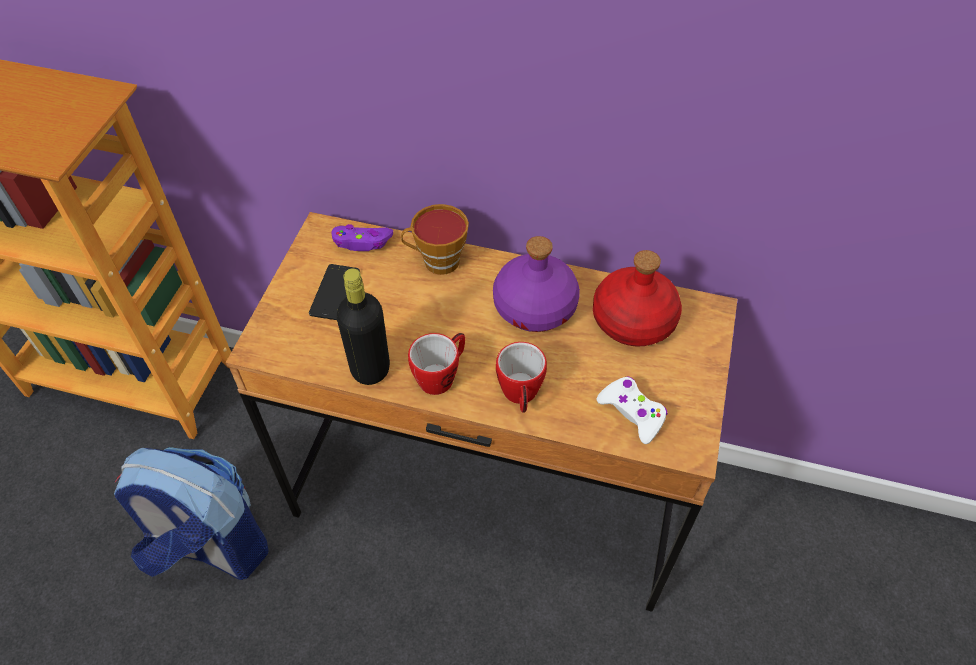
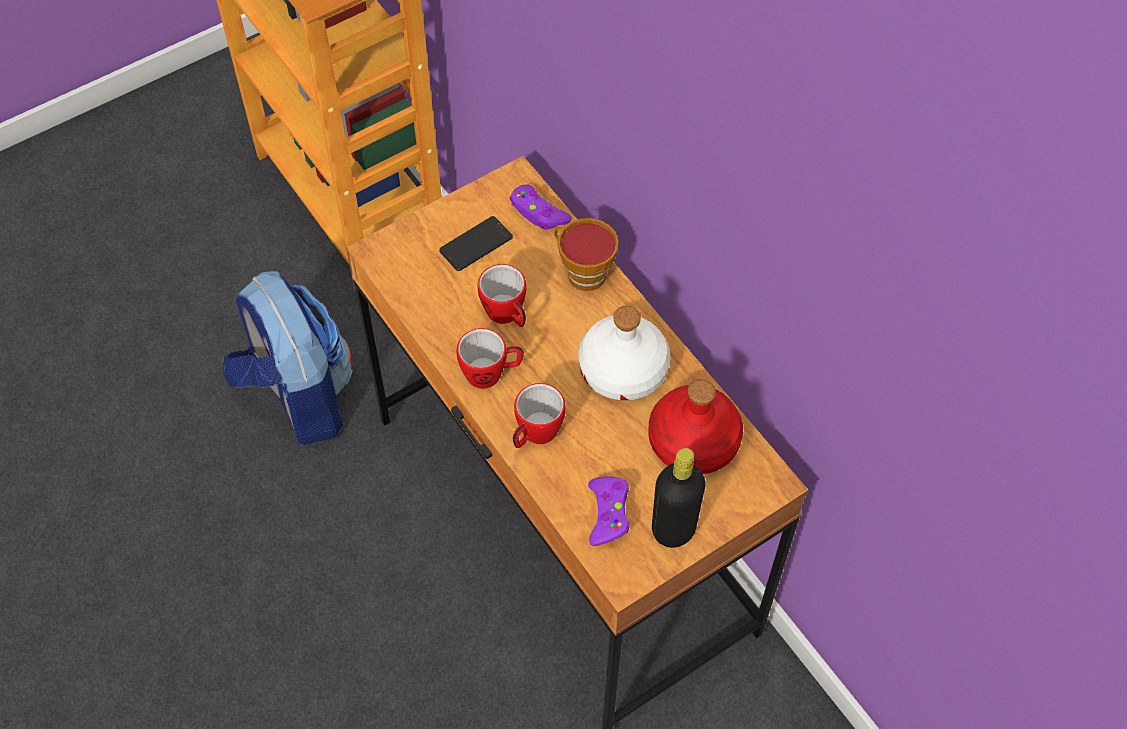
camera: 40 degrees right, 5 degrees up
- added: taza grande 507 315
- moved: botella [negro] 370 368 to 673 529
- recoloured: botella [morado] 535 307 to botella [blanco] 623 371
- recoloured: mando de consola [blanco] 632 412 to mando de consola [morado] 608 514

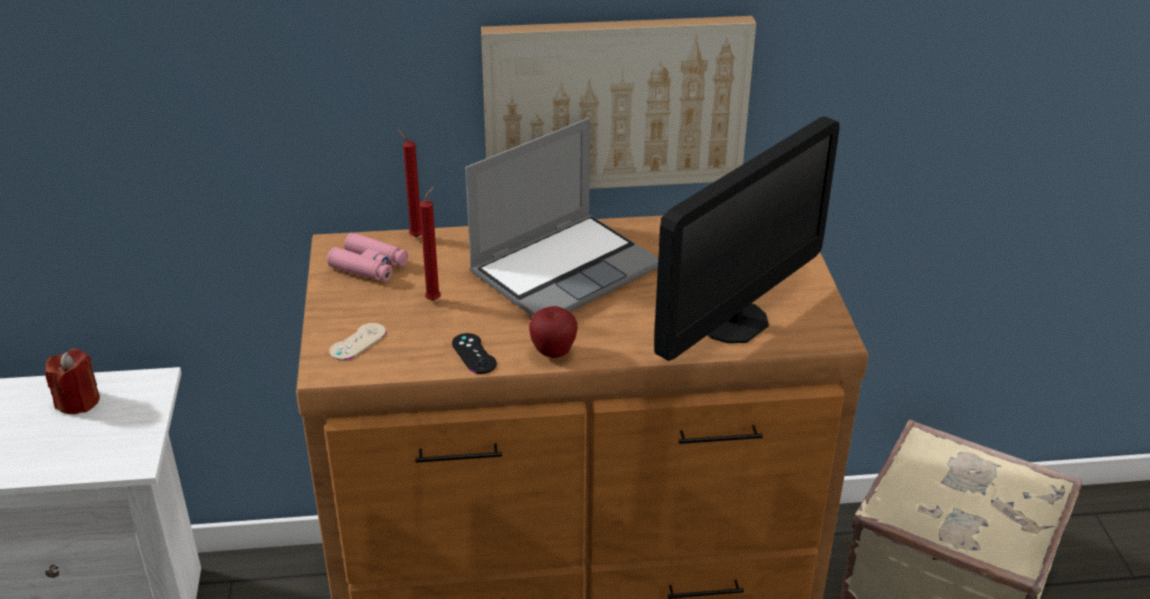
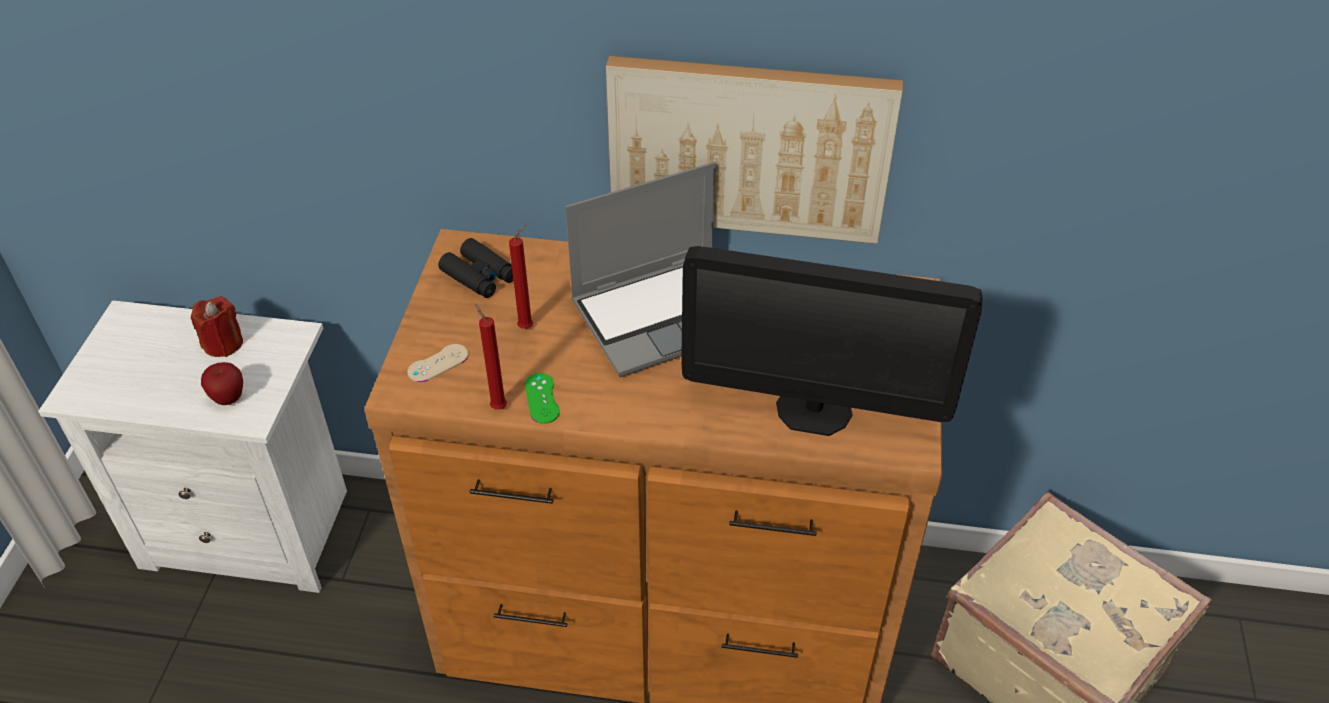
camera: 15 degrees right, 10 degrees up
- moved: vela [rojo] 414 236 to 497 406
- moved: manzana 553 353 to 229 398
- recoloured: prismáticos [rosa] 369 266 to prismáticos [negro] 479 276
- recoloured: mando de consola [negro] 474 354 to mando de consola [verde] 542 398
- turned: monitor 733 322 = 814 409 45 degrees clockwise

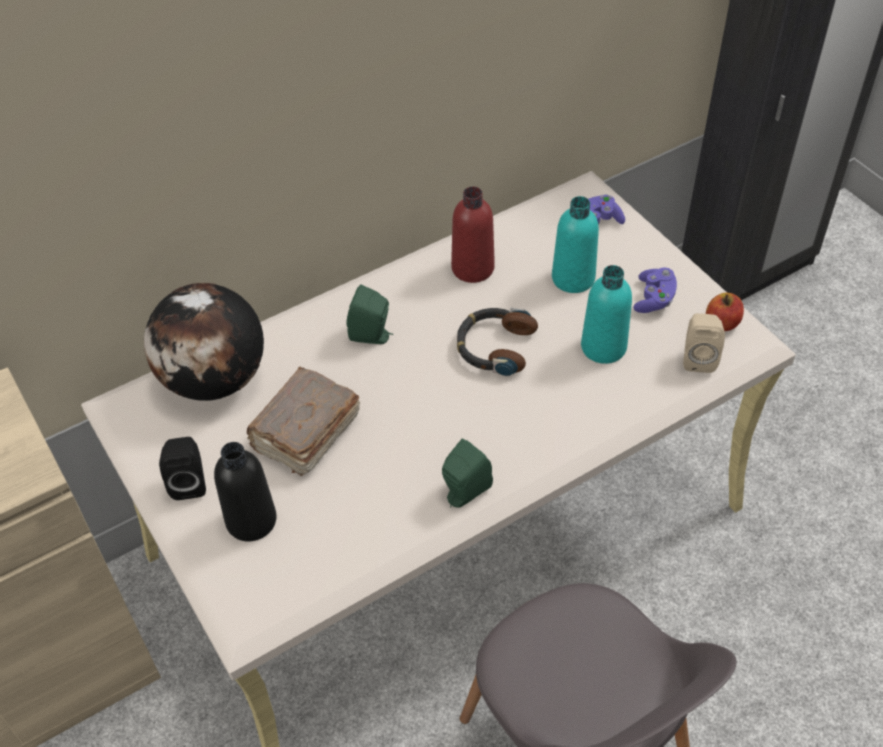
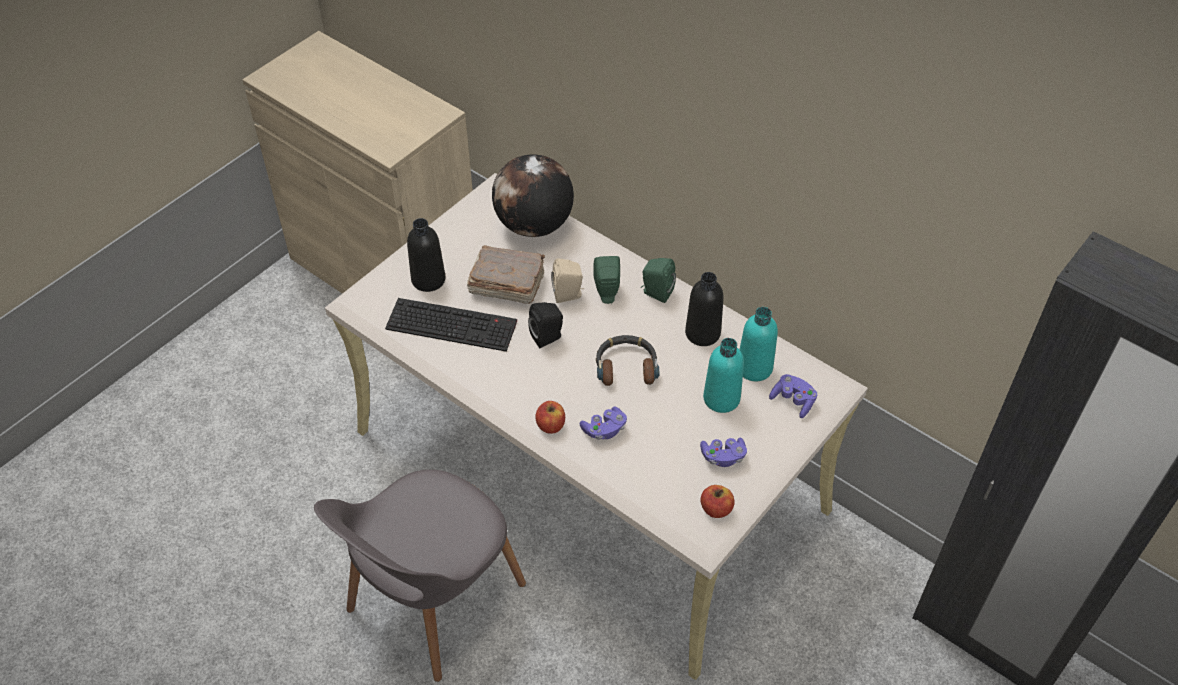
camera: 70 degrees right, 0 degrees up
- added: teclado 453 324
- added: manzana 550 425
- added: mando de consola [morado] 604 430
- moved: altavoz [negro] 189 482 to 548 337
- moved: altavoz [verde] 464 493 to 656 292
- moved: botella [turquesa] 603 347 to 754 368
- moved: altavoz [beis] 698 358 to 569 295
- recoloured: botella [rojo] 472 268 to botella [negro] 702 333

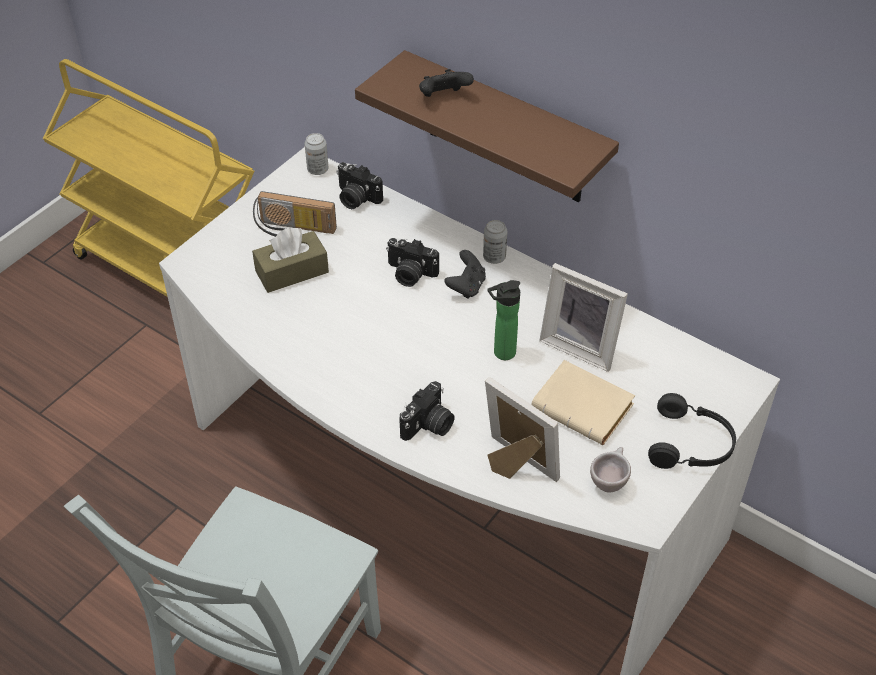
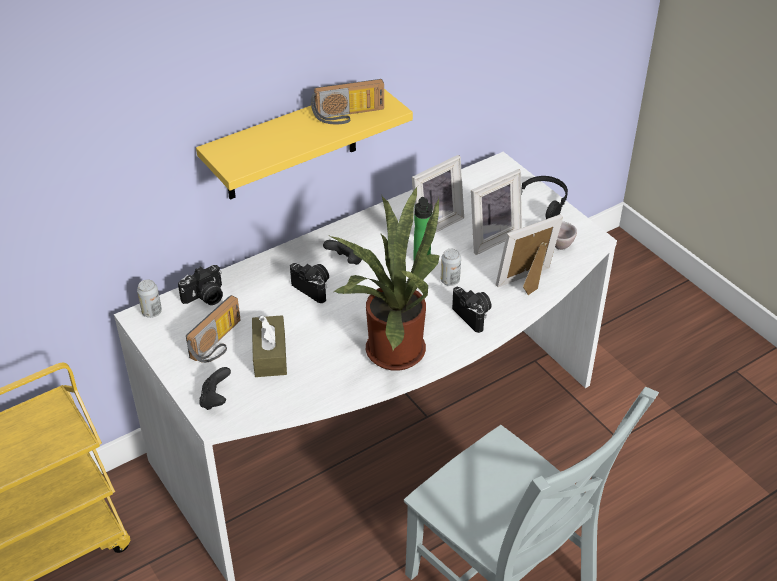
camera: 70 degrees left, 5 degrees down
- added: radio 348 116
- added: planta en maceta 389 349
- moved: mando de consola [negro] 443 97 to 216 399
- moved: lata 494 257 to 450 281
- replaced: libro [beis] 585 408 to portarretratos 491 237
- recoloured: estante [marrón] 505 130 to estante [amarillo] 291 143
- turned: cámara 410 274 = 314 288 90 degrees counterclockwise

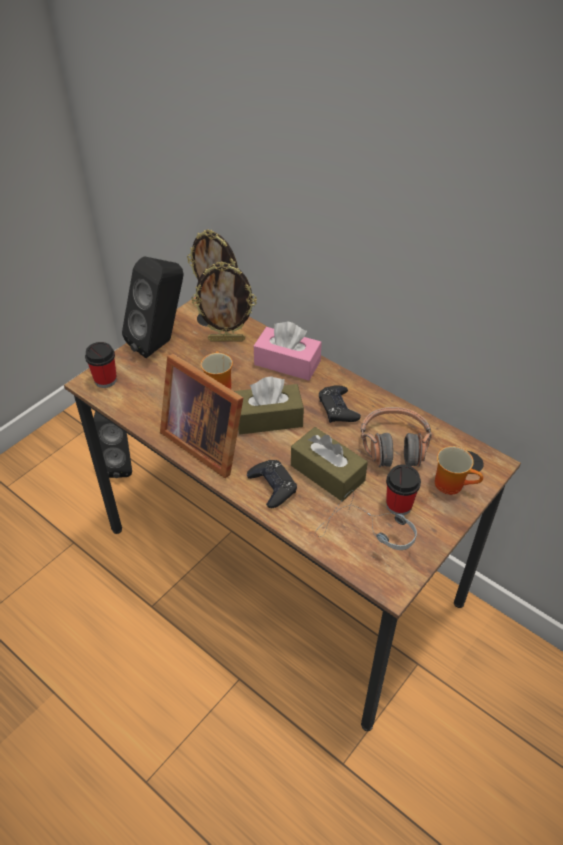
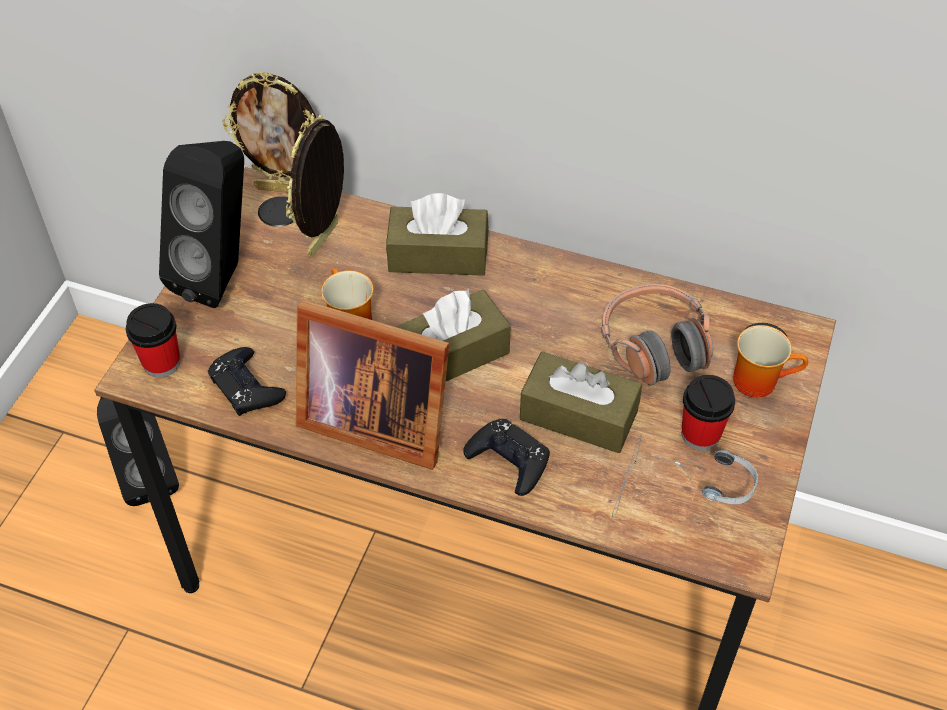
camera: 20 degrees left, 5 degrees up
- moved: mando de consola [negro] 338 408 to 246 387
- recoloured: caja de pañuelos [rosa] 287 363 to caja de pañuelos [marrón] 438 255
- turned: portarretratos 227 339 = 325 240 135 degrees clockwise

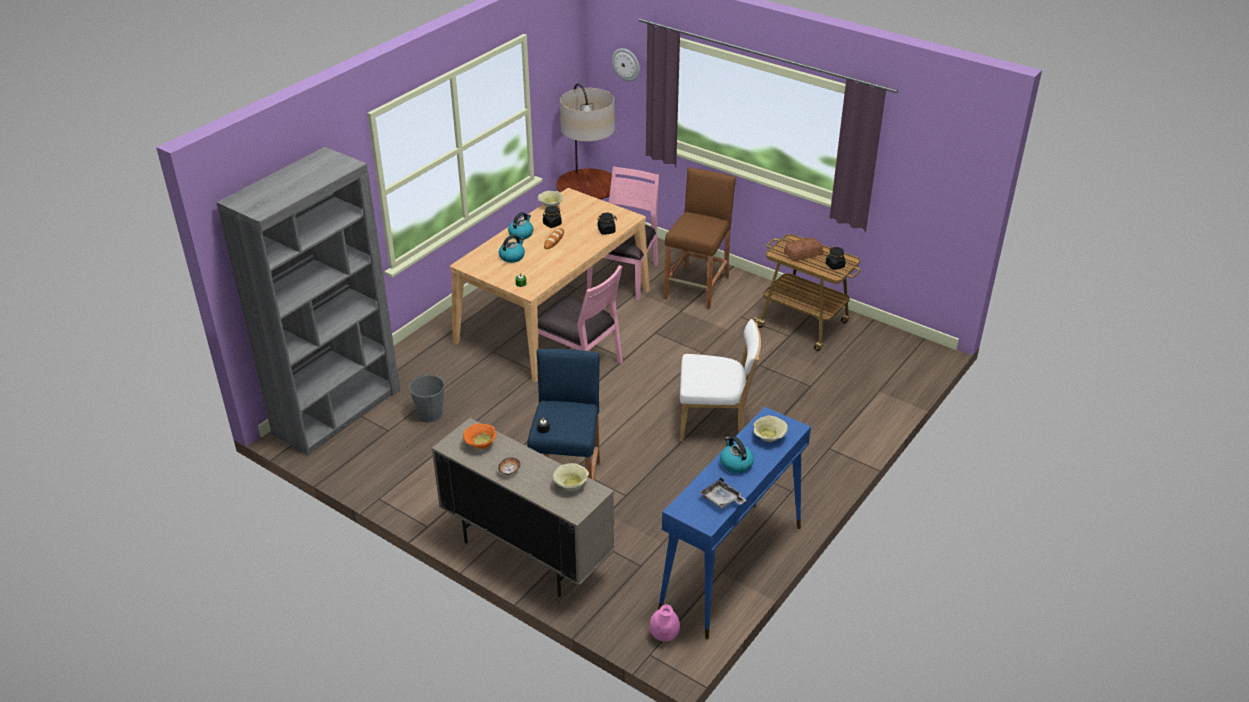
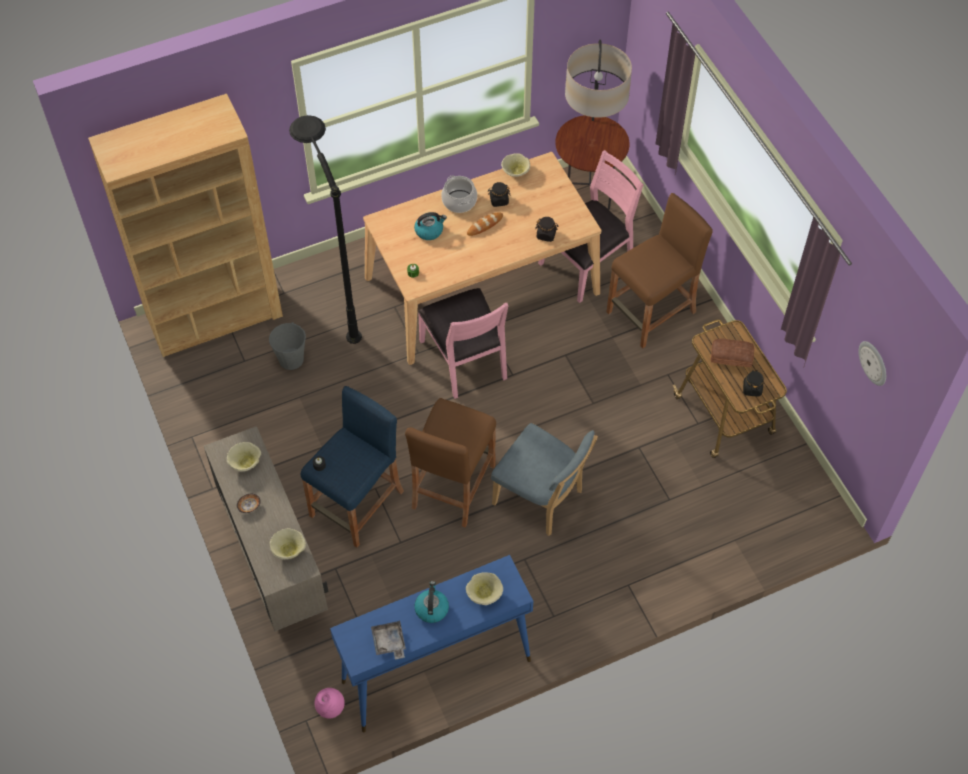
camera: 30 degrees right, 20 degrees up
- added: lámpara de pie [negro] 336 300
- added: taburete [marrón] 452 486
- moved: reloj de pared 626 64 to 873 362
- replaced: hervidor 521 234 to olla 459 201
- recoloured: estantería [gris] 337 411 to estantería [marrón] 215 316
- recoloured: cuenco [naranja] 480 444 to cuenco [beis] 245 462
- recoloured: silla [blanco] 715 423 to silla [azul] 541 499

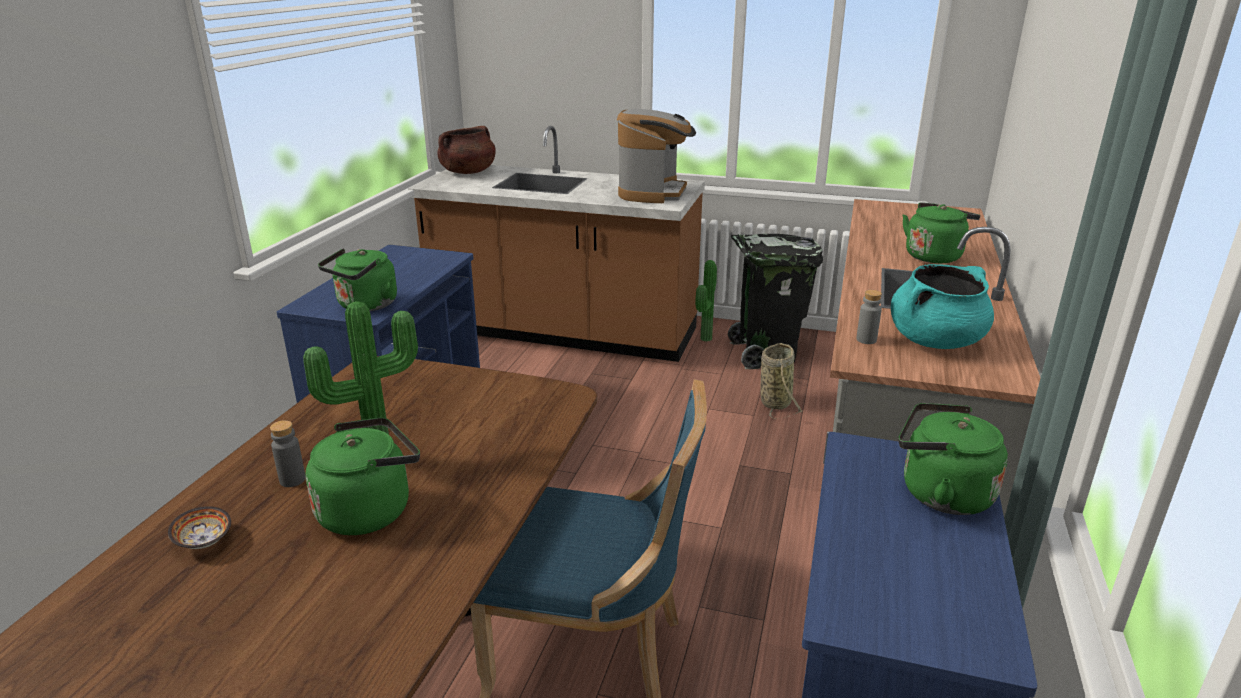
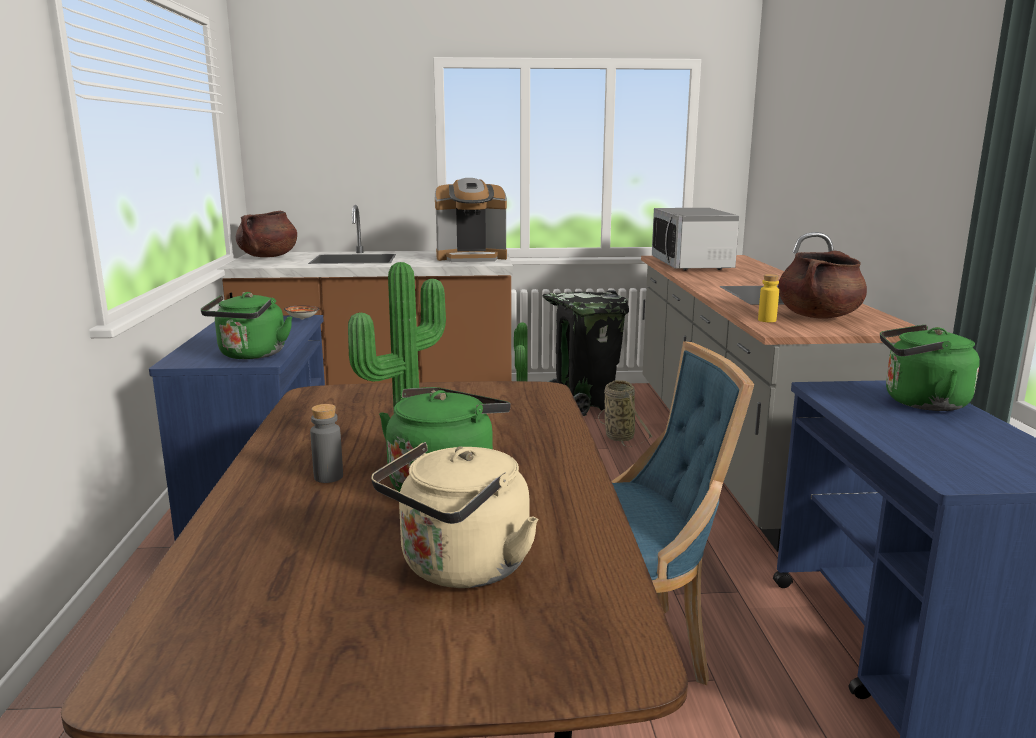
camera: 20 degrees left, 10 degrees down
- removed: hervidor [verde] 934 256
- added: hervidor [beis] 460 569
- added: microondas 692 265
- moved: cuenco 203 542 to 302 319
- recoloured: botella [gris] 866 340 to botella [amarillo] 767 320
- recoloured: olla [turquesa] 935 341 to olla [marrón] 818 316
- turned: cafetera 653 192 = 471 258 90 degrees clockwise

